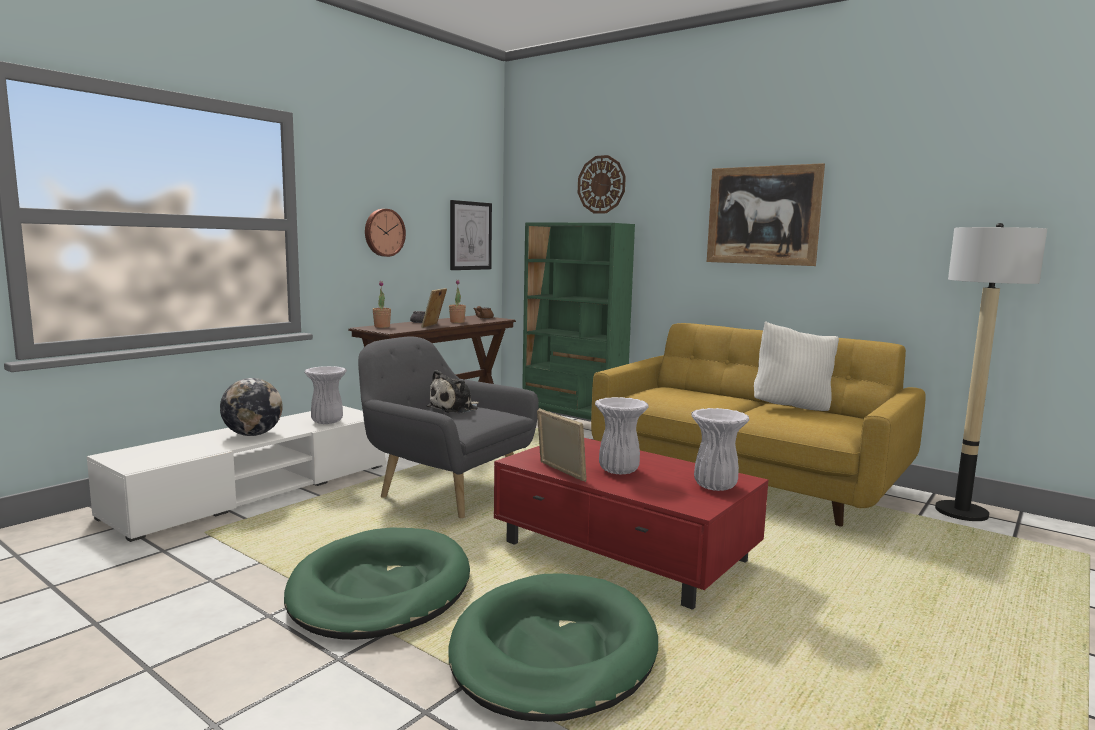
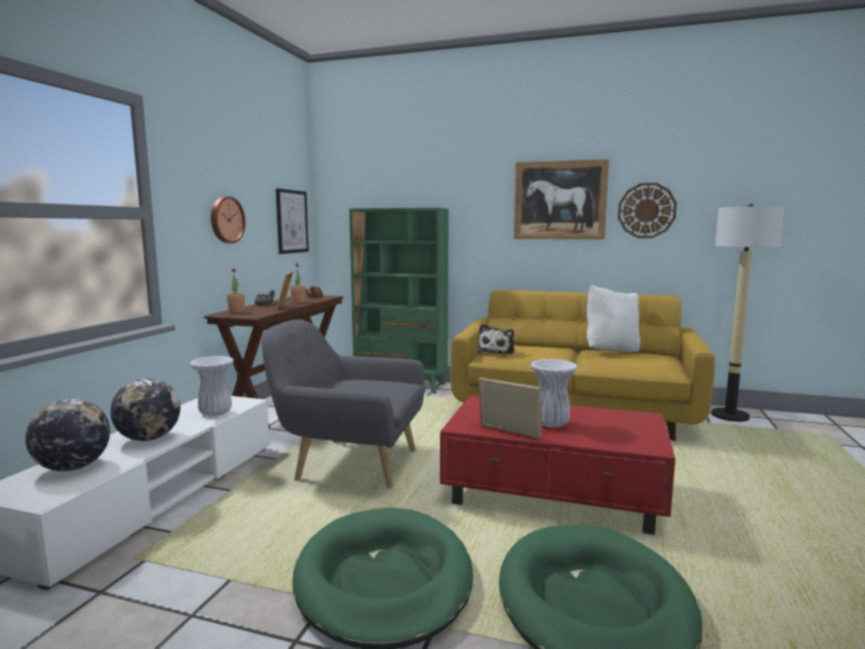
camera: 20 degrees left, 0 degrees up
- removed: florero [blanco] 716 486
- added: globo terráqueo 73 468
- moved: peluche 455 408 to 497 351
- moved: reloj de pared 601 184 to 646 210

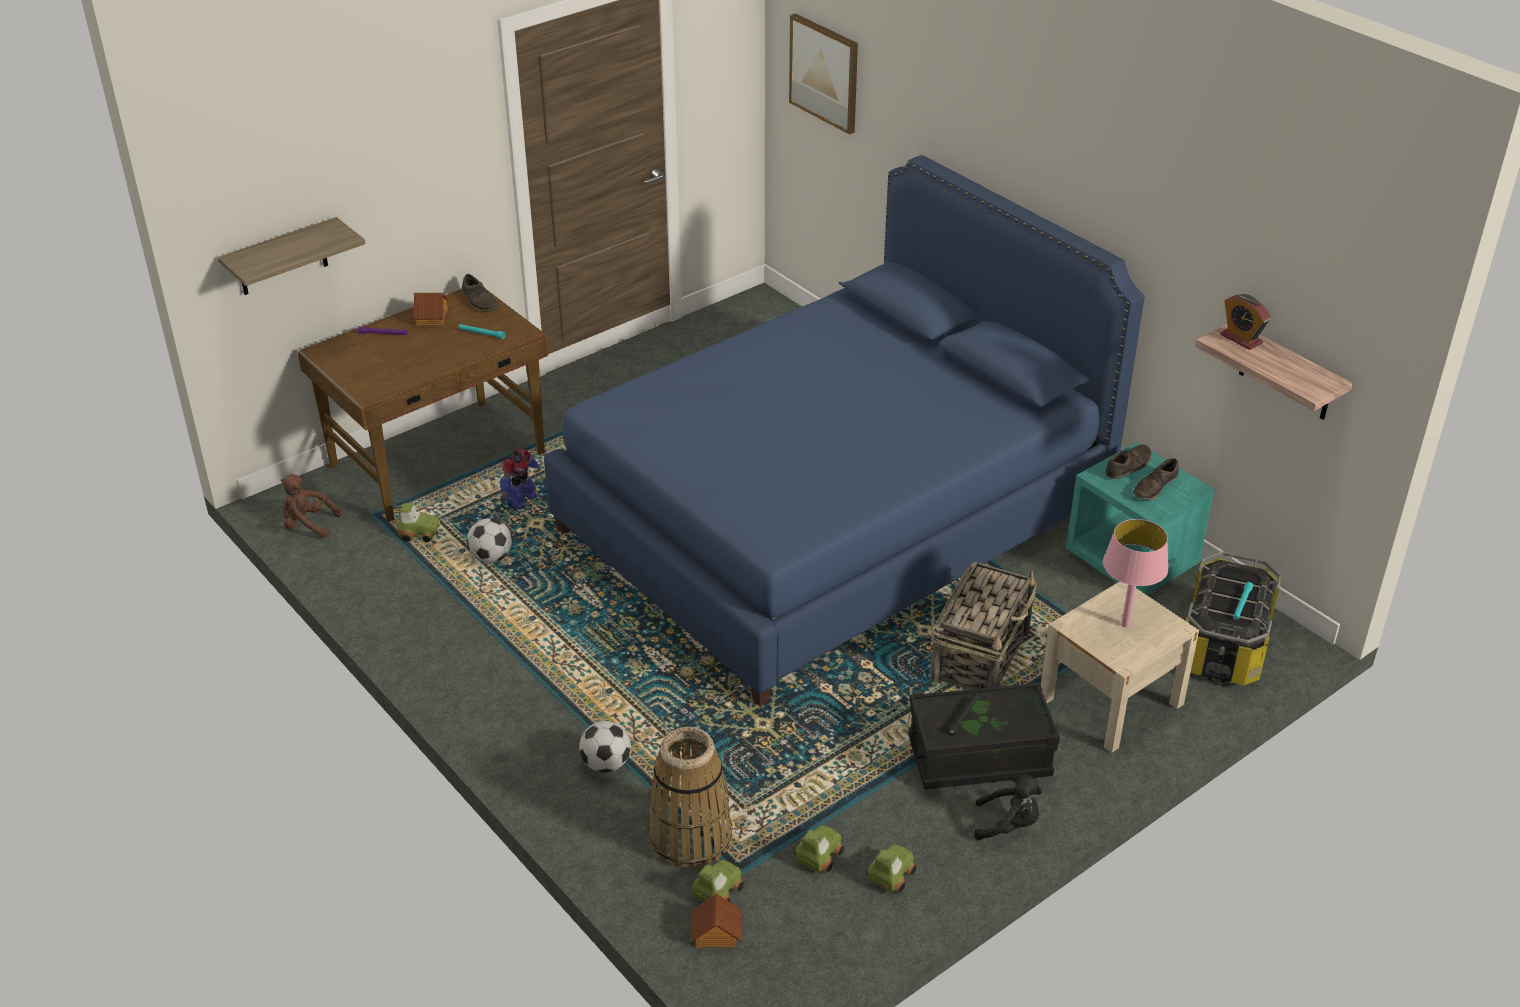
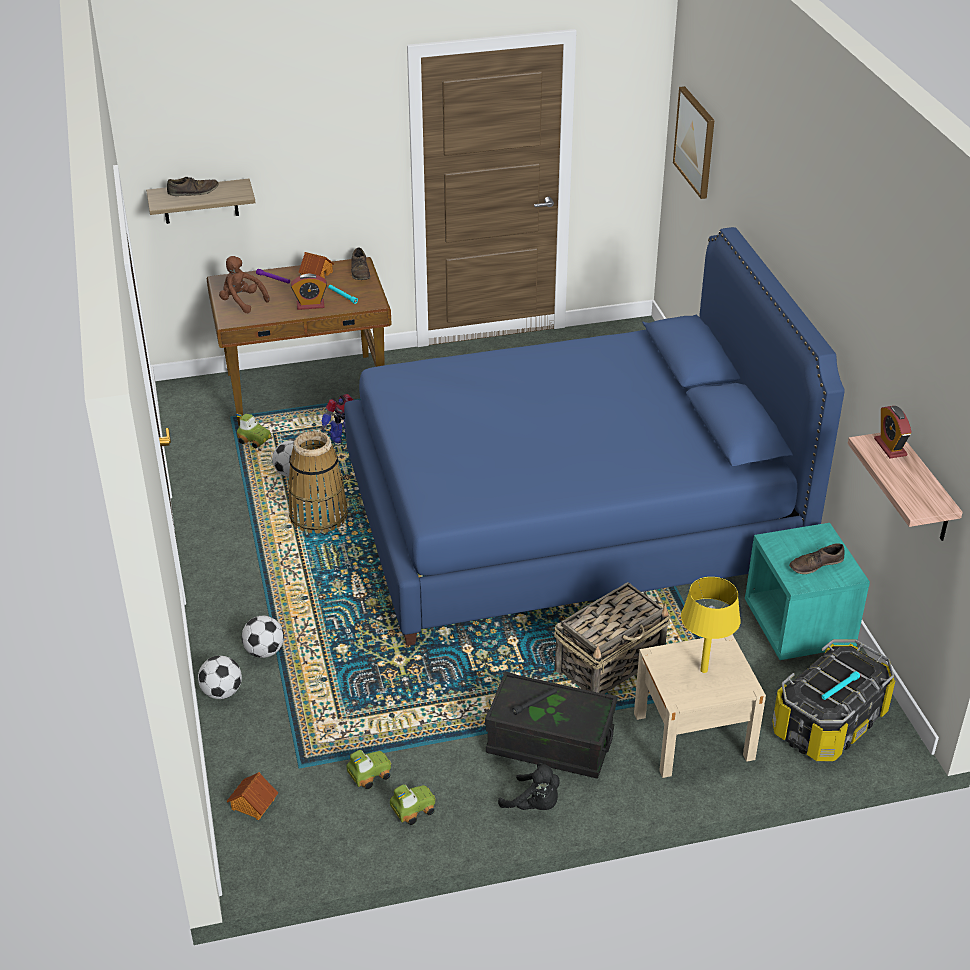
camera: 25 degrees right, 0 degrees up
- removed: coche de juguete 717 890
- added: balón de fútbol 222 692
- added: despertador 310 305
- moved: peluche [marrón] 308 525 to 242 302
- moved: cesta 690 837 to 318 516
- moved: zapato [marrón] 1128 466 to 193 191
- recoloured: lámpara de mesa [rosa] 1125 624 to lámpara de mesa [amarillo] 703 670

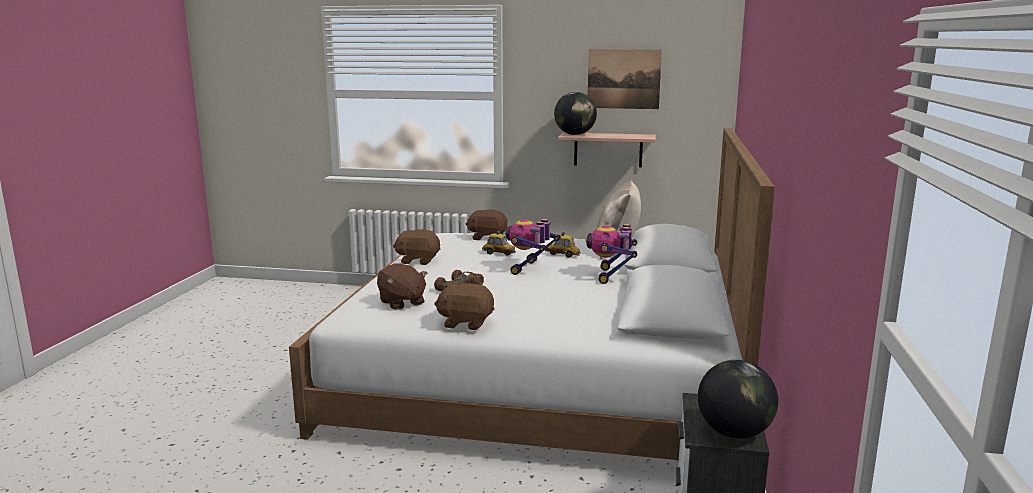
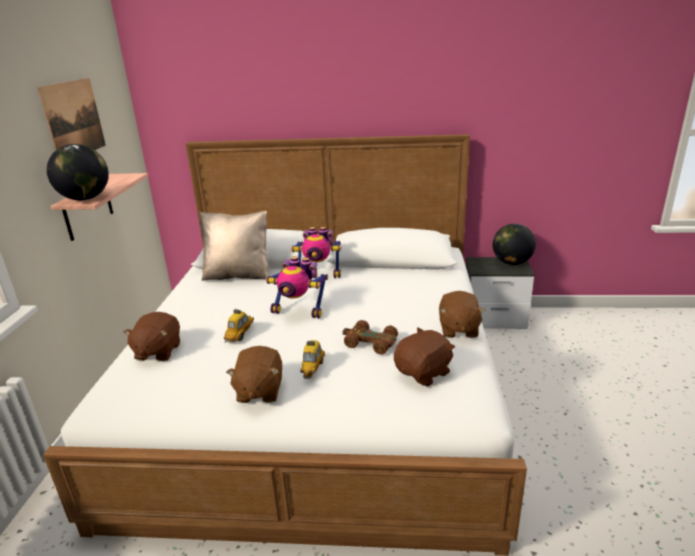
camera: 95 degrees left, 10 degrees up
- moved: coche de juguete 562 255 to 313 368

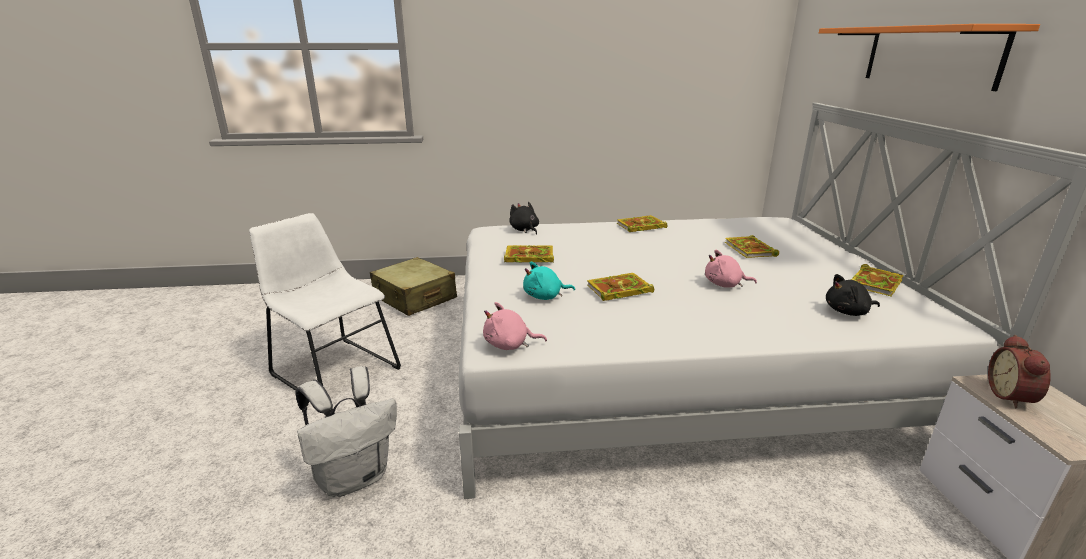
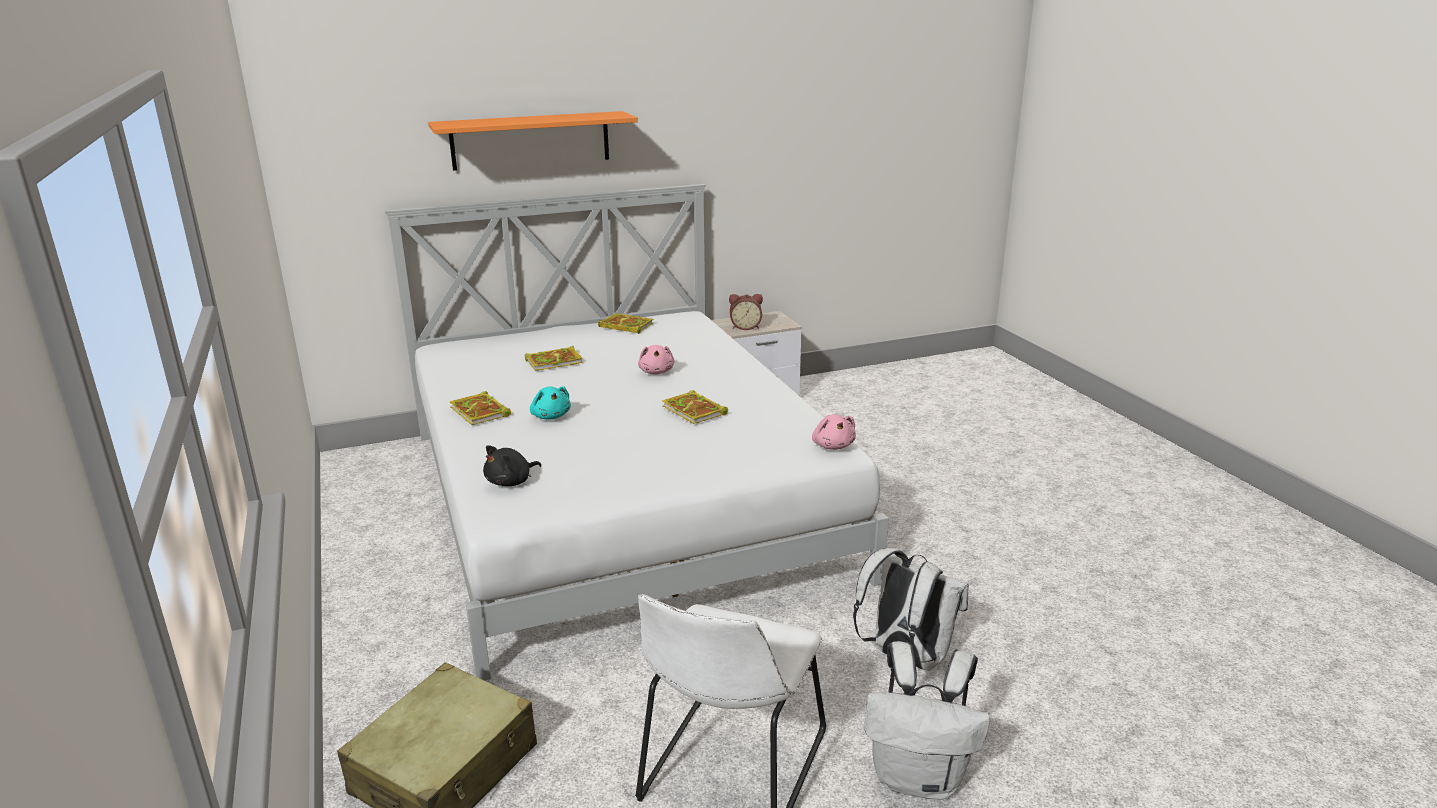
camera: 105 degrees left, 0 degrees up
- removed: libro 528 257
- removed: peluche [negro] 848 312
- added: mochila [blanco] 919 778
- moved: peluche [turquesa] 545 296 to 551 416

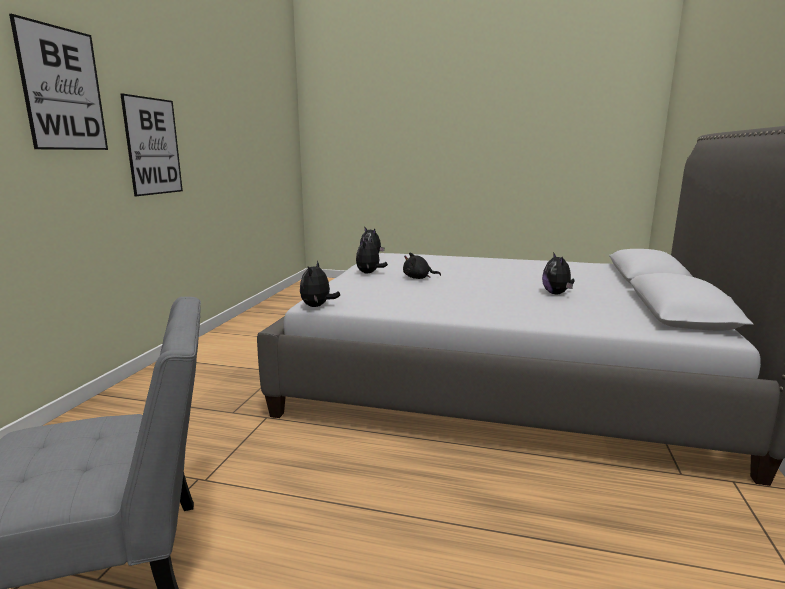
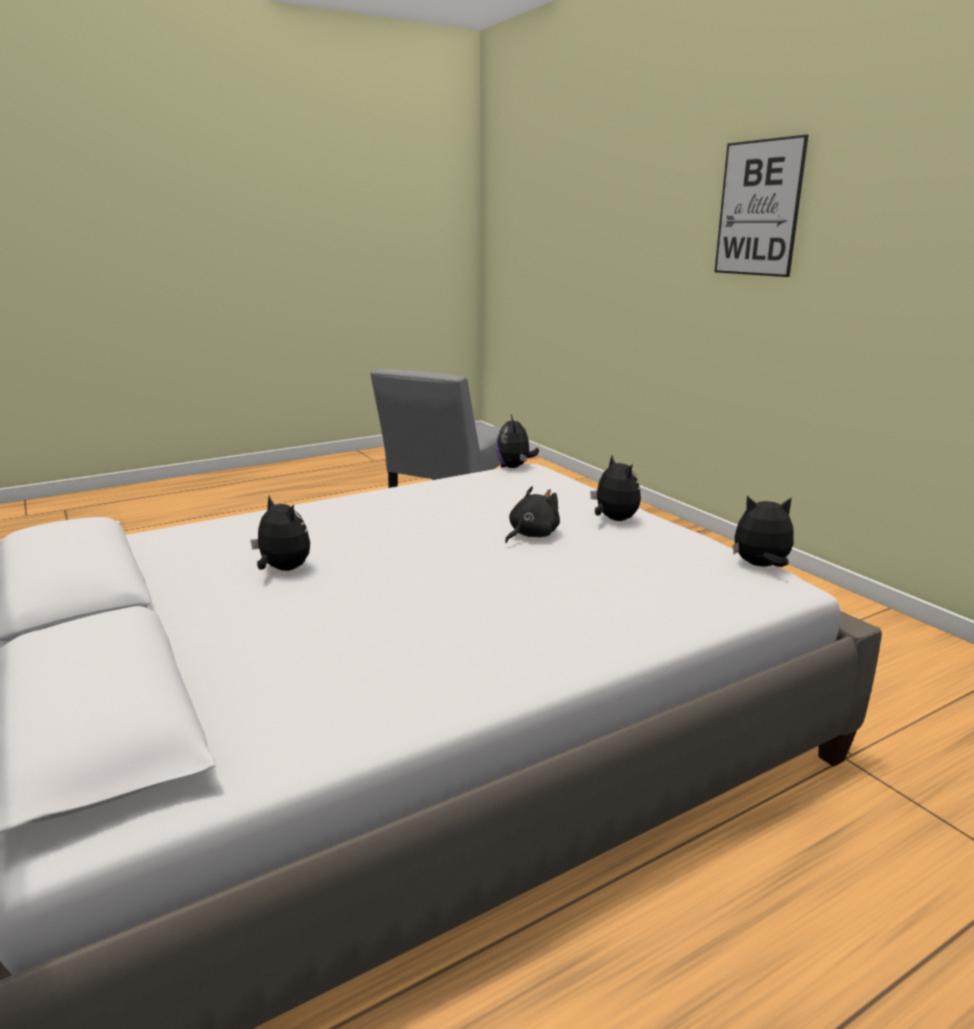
camera: 135 degrees right, 5 degrees up
- removed: cuadro 153 146
- turned: peluche 317 306 = 515 467 150 degrees counterclockwise

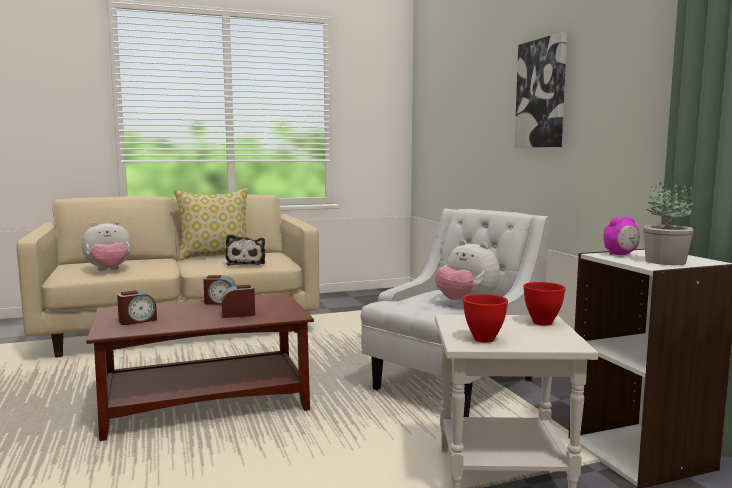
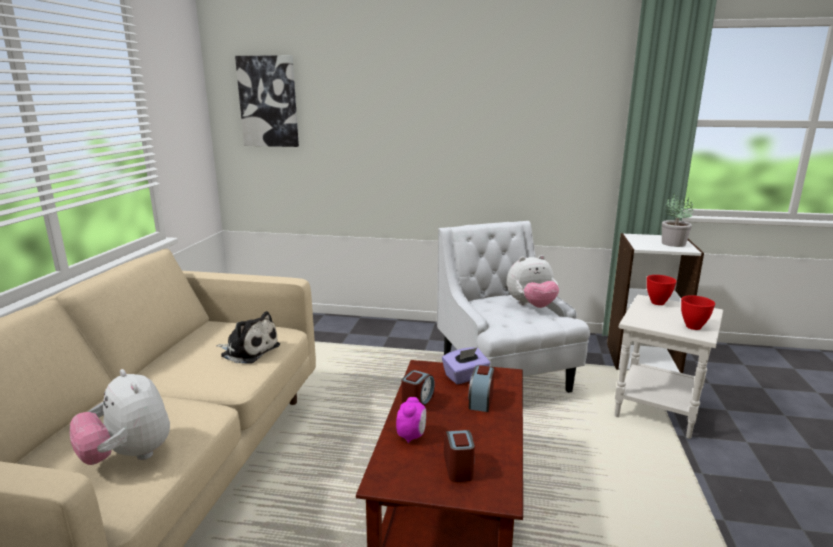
camera: 60 degrees left, 10 degrees up
- removed: cojín 215 256
- added: caja de pañuelos [morado] 465 377
- moved: cuadro 542 94 to 268 102
- moved: despertador 620 254 to 412 436
- turned: peluche 109 270 = 129 456 135 degrees clockwise

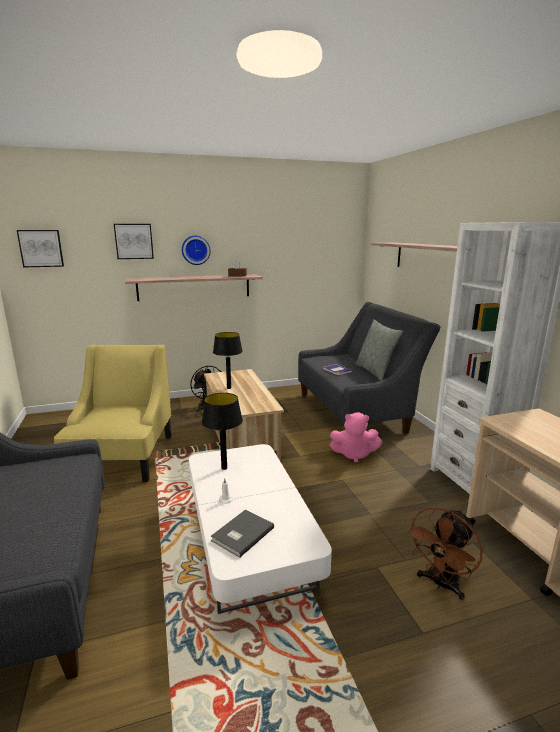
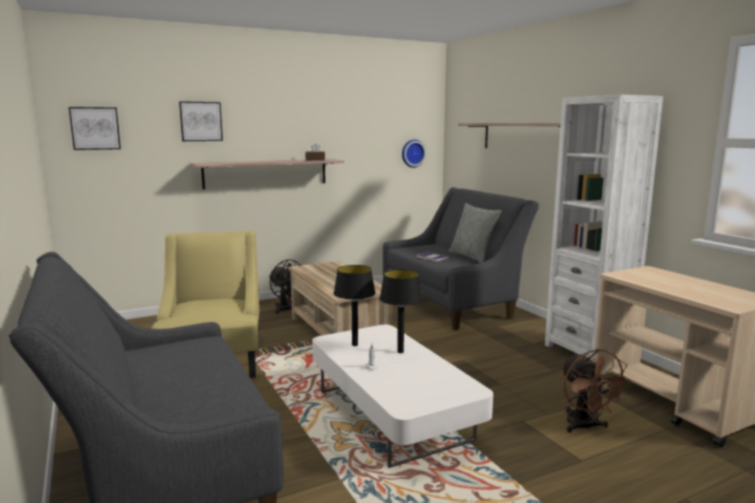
camera: 10 degrees left, 5 degrees down
- removed: libro [gris] 241 534
- removed: peluche [rosa] 354 454
- moved: reloj de pared 195 250 to 412 153
- moved: lámpara de mesa [negro] 229 388 to 400 351
- turned: ventilador [marrón] 440 584 = 585 427 45 degrees counterclockwise

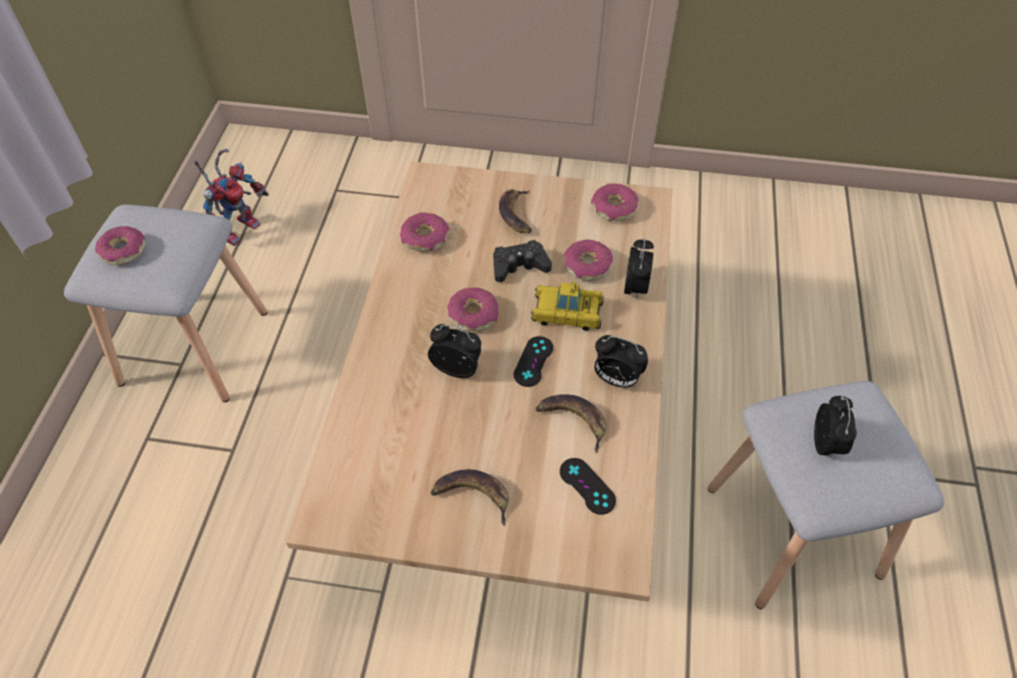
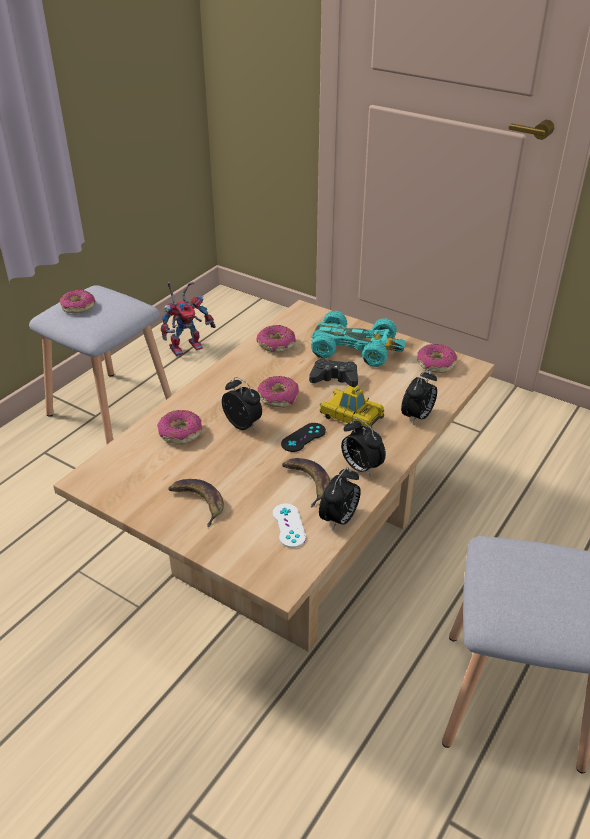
camera: 25 degrees right, 15 degrees down
- moved: rosquilla 587 266 to 180 433
- moved: despertador 826 444 to 339 519
- replaced: plátano 517 214 to coche de juguete [turquesa] 355 348
- recoloured: mando de consola [negro] 587 486 to mando de consola [blanco] 289 525

